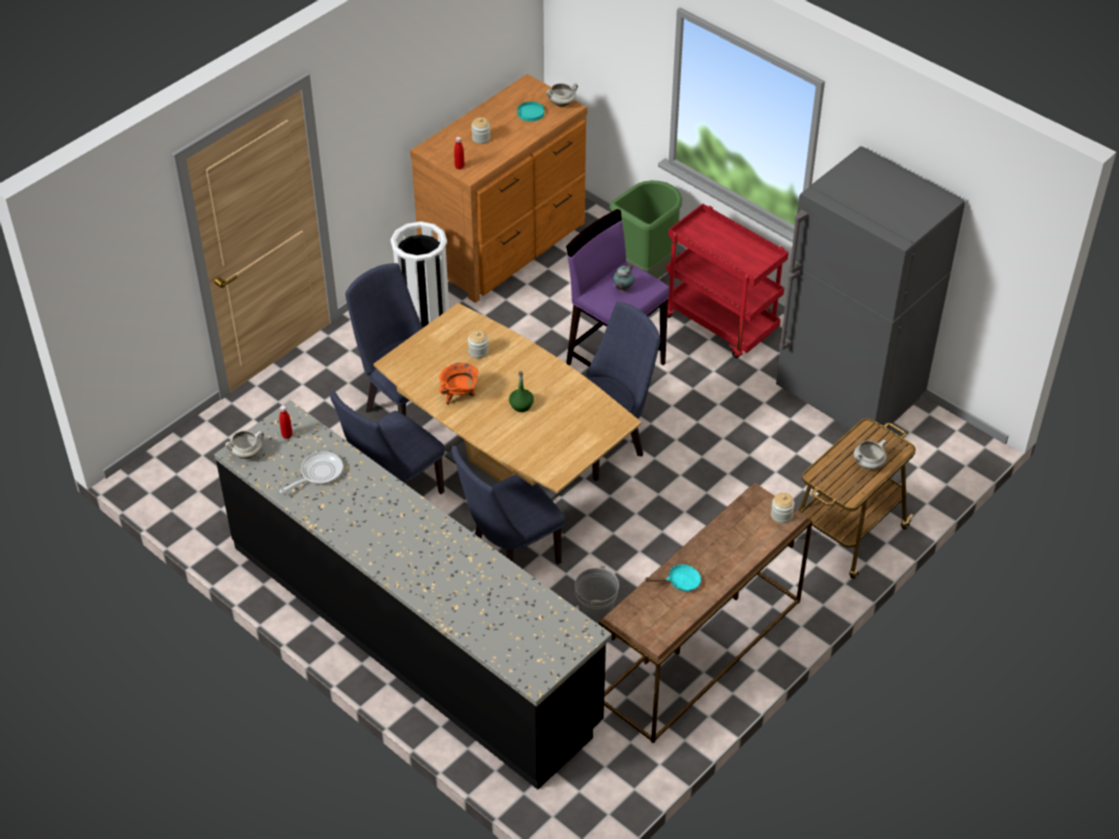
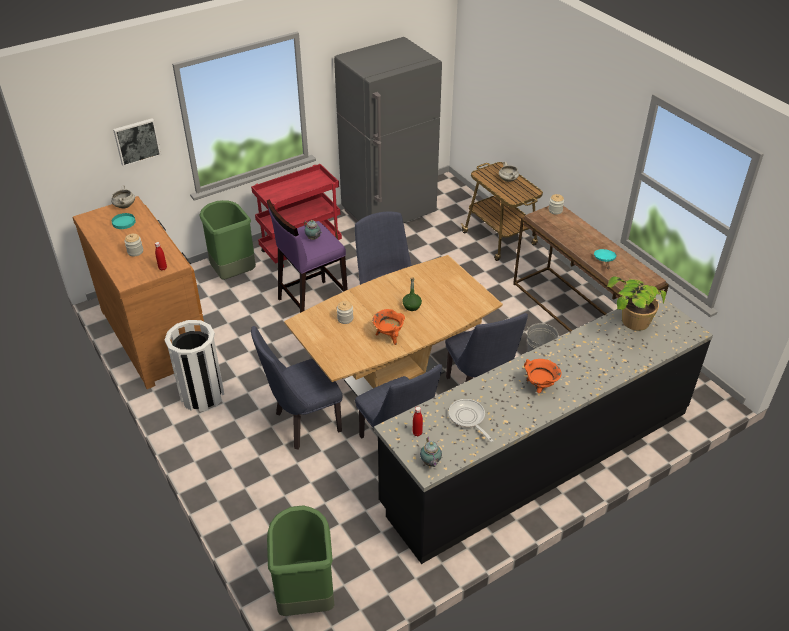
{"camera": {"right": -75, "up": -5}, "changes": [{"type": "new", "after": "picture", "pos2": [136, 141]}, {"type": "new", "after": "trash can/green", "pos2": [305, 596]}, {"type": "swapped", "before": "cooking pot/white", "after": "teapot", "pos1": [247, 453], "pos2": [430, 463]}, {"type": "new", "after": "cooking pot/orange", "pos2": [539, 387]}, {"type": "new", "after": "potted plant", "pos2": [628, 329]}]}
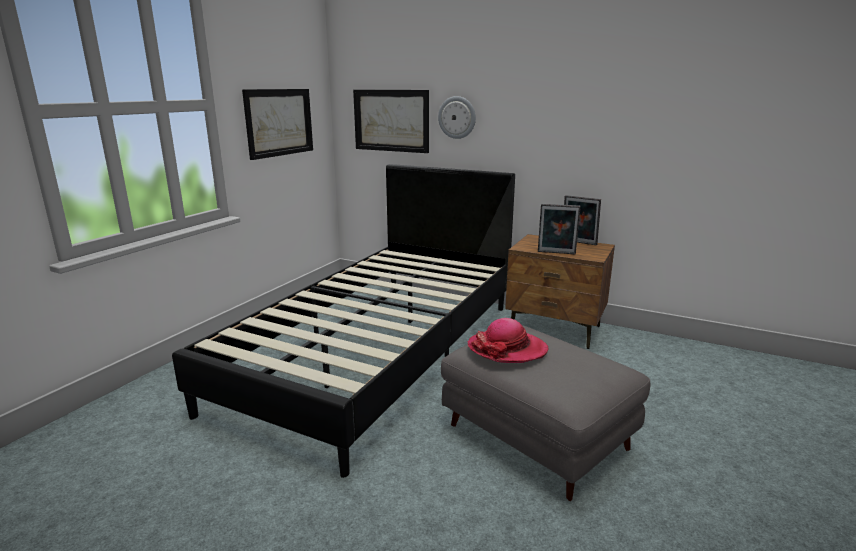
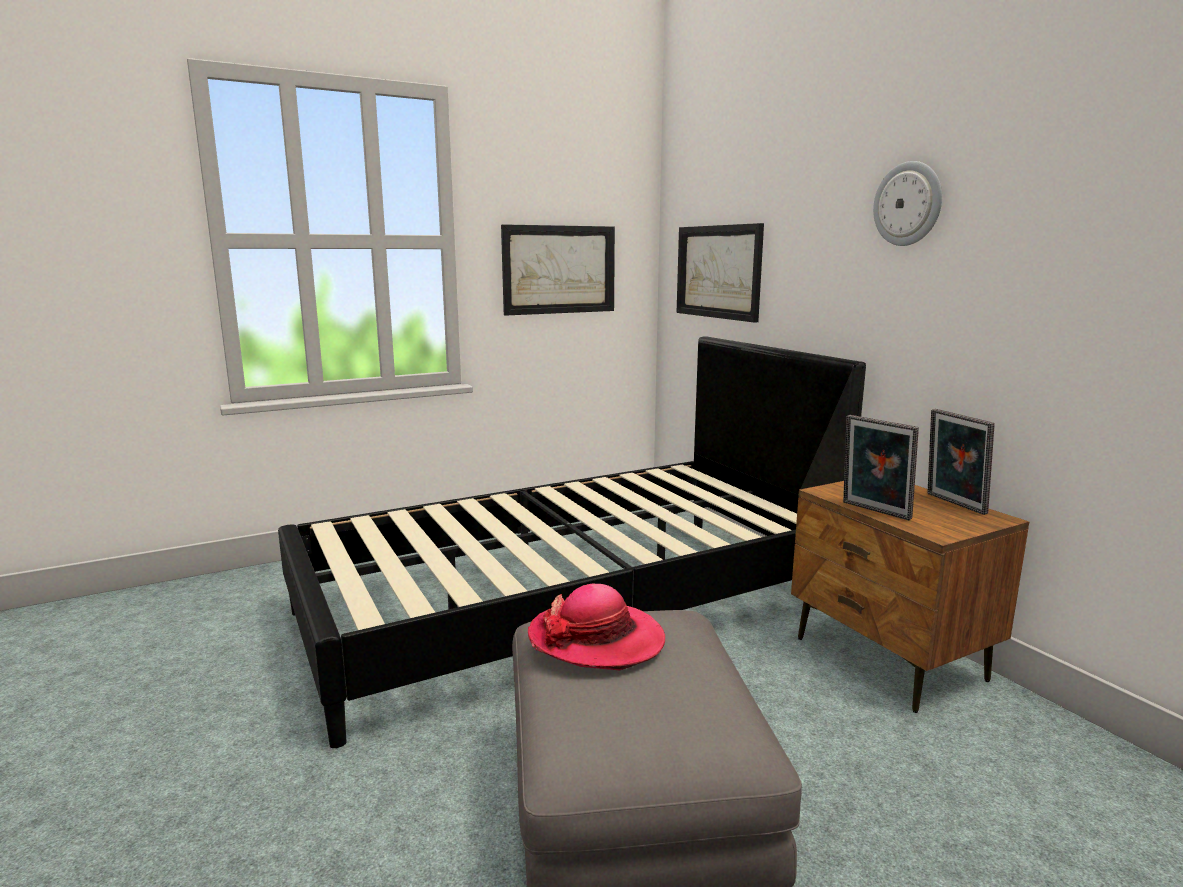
{"camera": {"right": 35, "up": -5}, "changes": [{"type": "shifted", "before": "wall clock", "pos1": [457, 117], "pos2": [908, 204]}]}
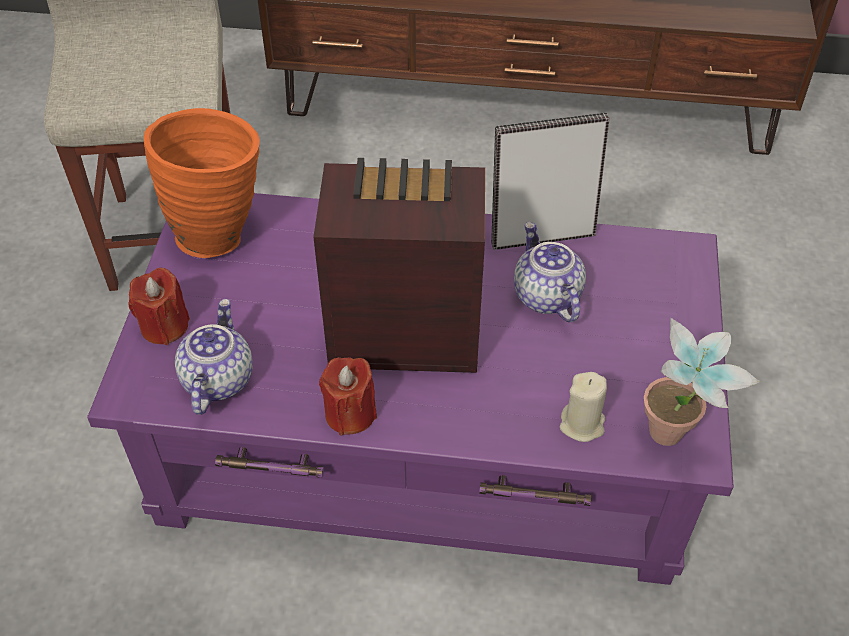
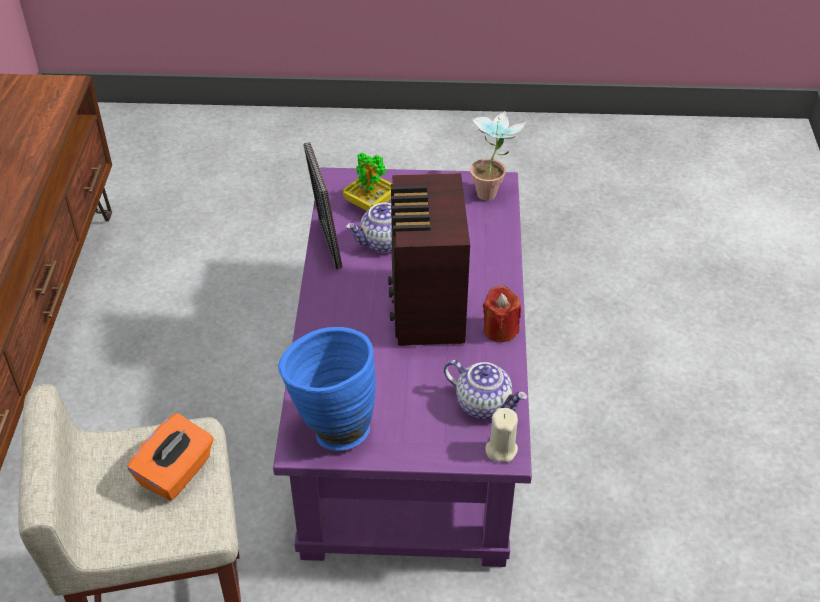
{"camera": {"right": -95, "up": -5}, "changes": [{"type": "new", "after": "tissue box/orange", "pos2": [176, 473]}, {"type": "repainted", "before": "vase/orange", "after": "vase/blue", "pos1": [220, 232], "pos2": [331, 427]}, {"type": "new", "after": "potted plant", "pos2": [370, 204]}, {"type": "rotated", "before": "teapot", "pos1": [217, 379], "pos2": [484, 404], "turn": -150}, {"type": "shifted", "before": "candle/beige", "pos1": [582, 424], "pos2": [501, 449]}, {"type": "gone", "before": "candle/red", "pos1": [164, 326]}]}
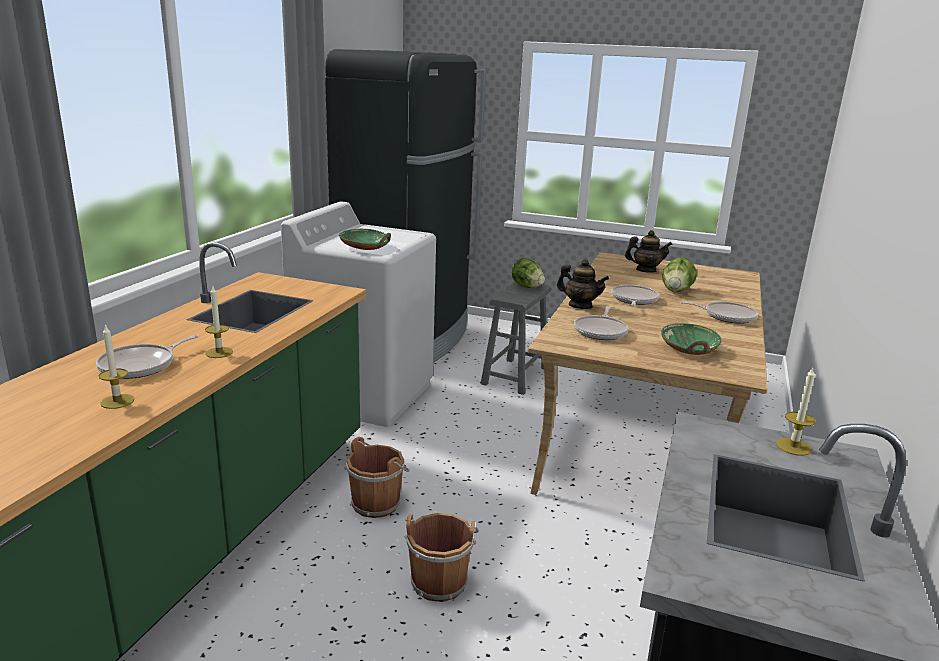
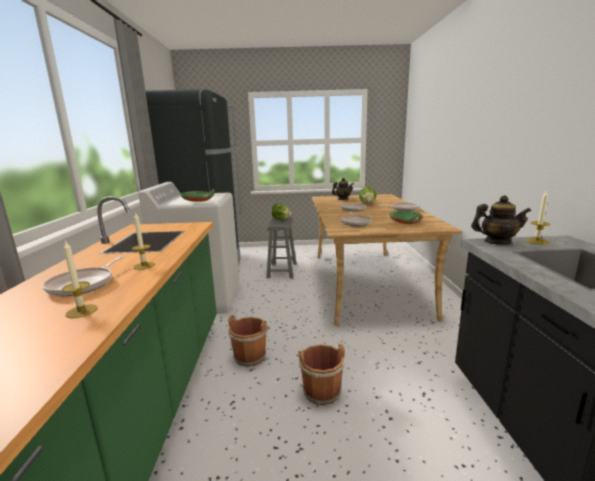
{"camera": {"right": -20, "up": -5}, "changes": [{"type": "shifted", "before": "teapot", "pos1": [580, 306], "pos2": [497, 242]}]}
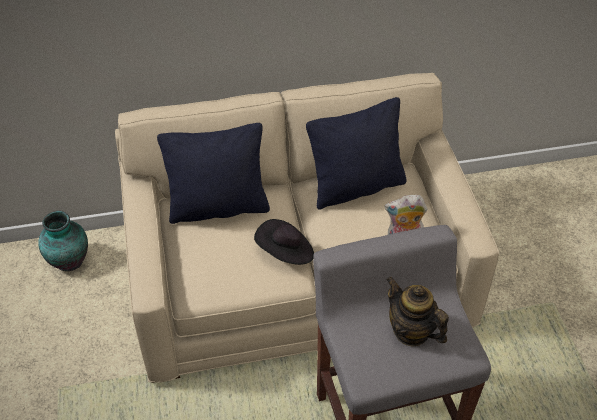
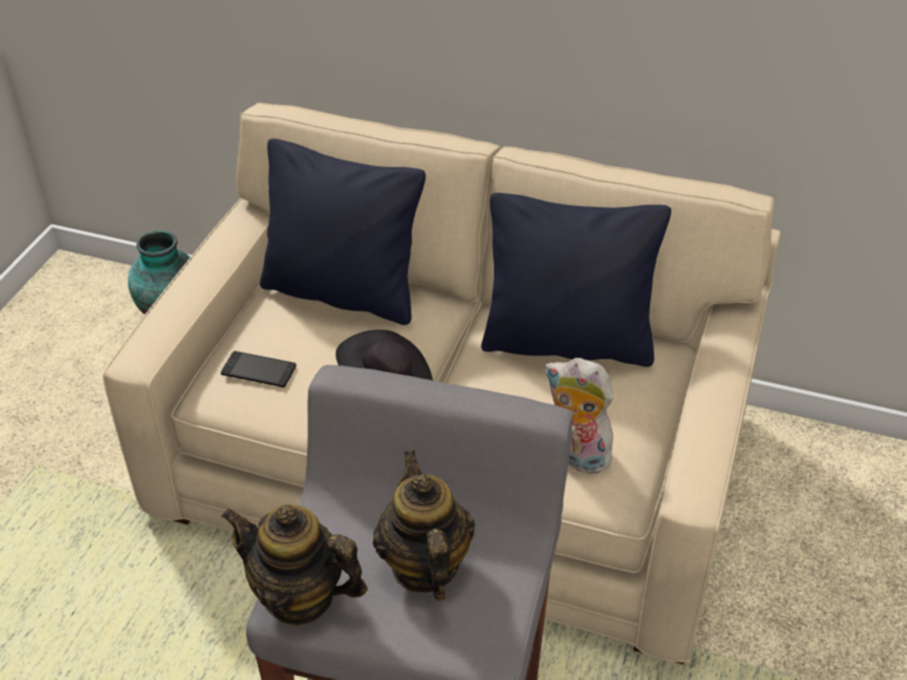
{"camera": {"right": 30, "up": -5}, "changes": [{"type": "new", "after": "phone", "pos2": [258, 370]}, {"type": "new", "after": "teapot", "pos2": [299, 597]}]}
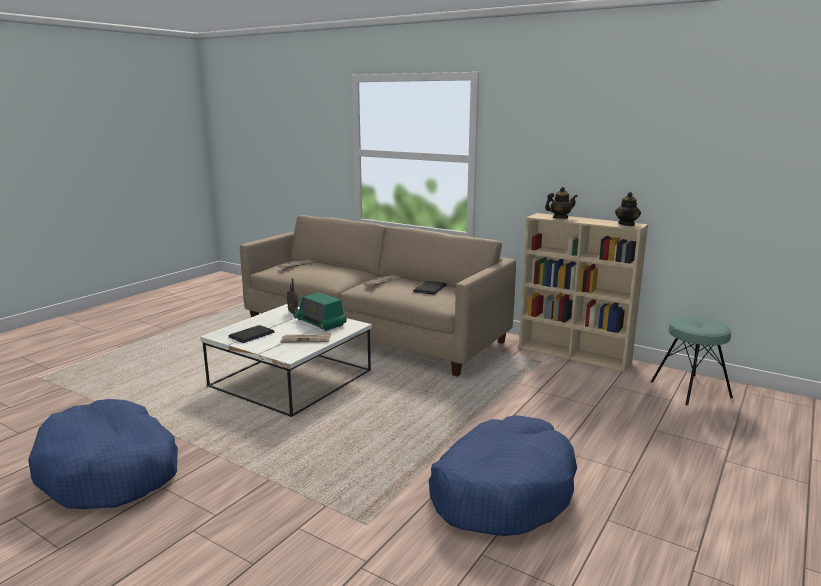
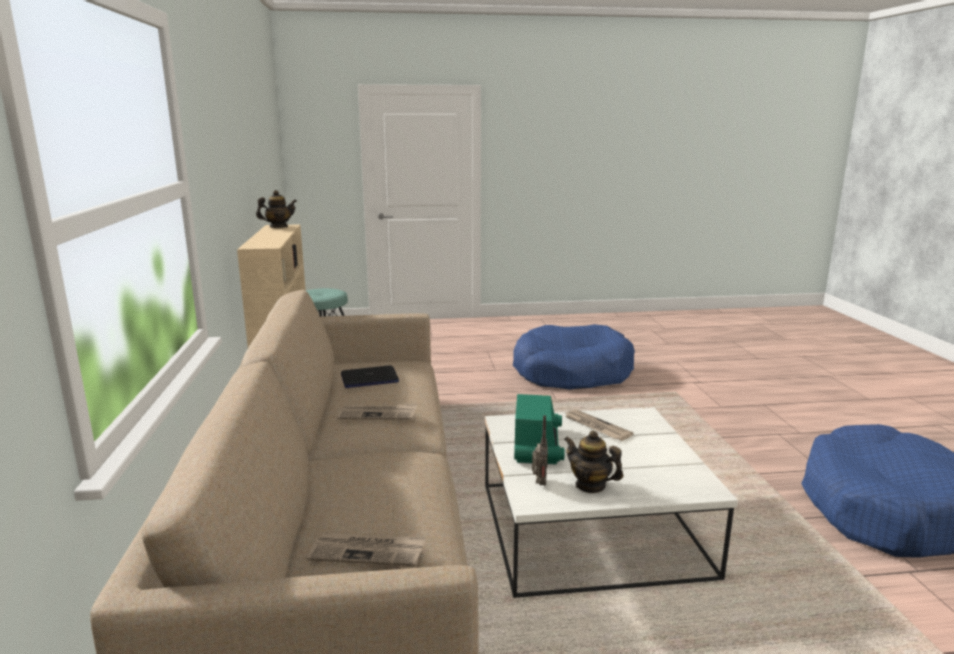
{"camera": {"right": -130, "up": 0}, "changes": [{"type": "shifted", "before": "teapot", "pos1": [560, 218], "pos2": [590, 485]}, {"type": "gone", "before": "laptop", "pos1": [251, 335]}]}
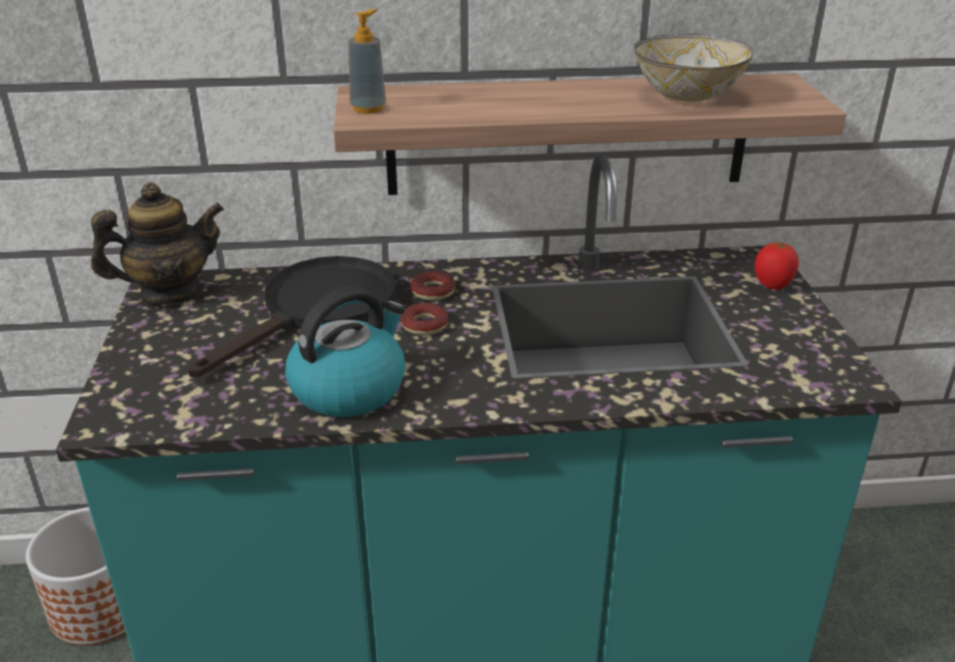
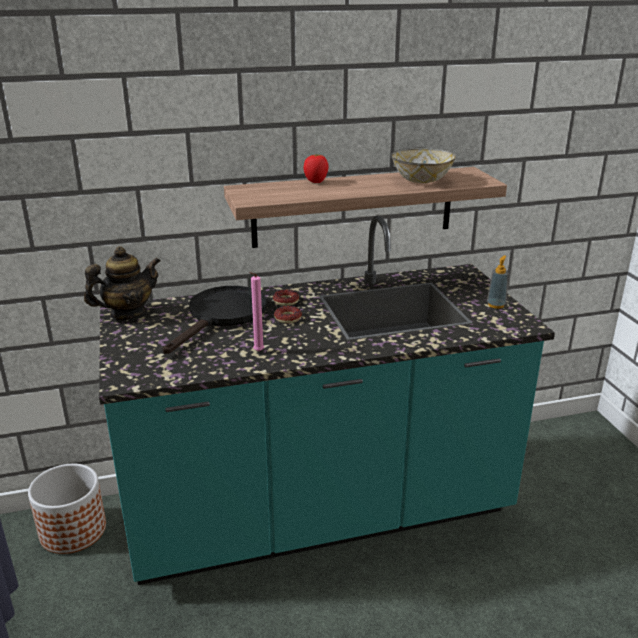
{"camera": {"right": -10, "up": -5}, "changes": [{"type": "swapped", "before": "kettle", "after": "candle/pink", "pos1": [349, 388], "pos2": [257, 352]}, {"type": "shifted", "before": "tomato", "pos1": [772, 286], "pos2": [316, 182]}, {"type": "shifted", "before": "soap dispenser", "pos1": [368, 108], "pos2": [496, 305]}]}
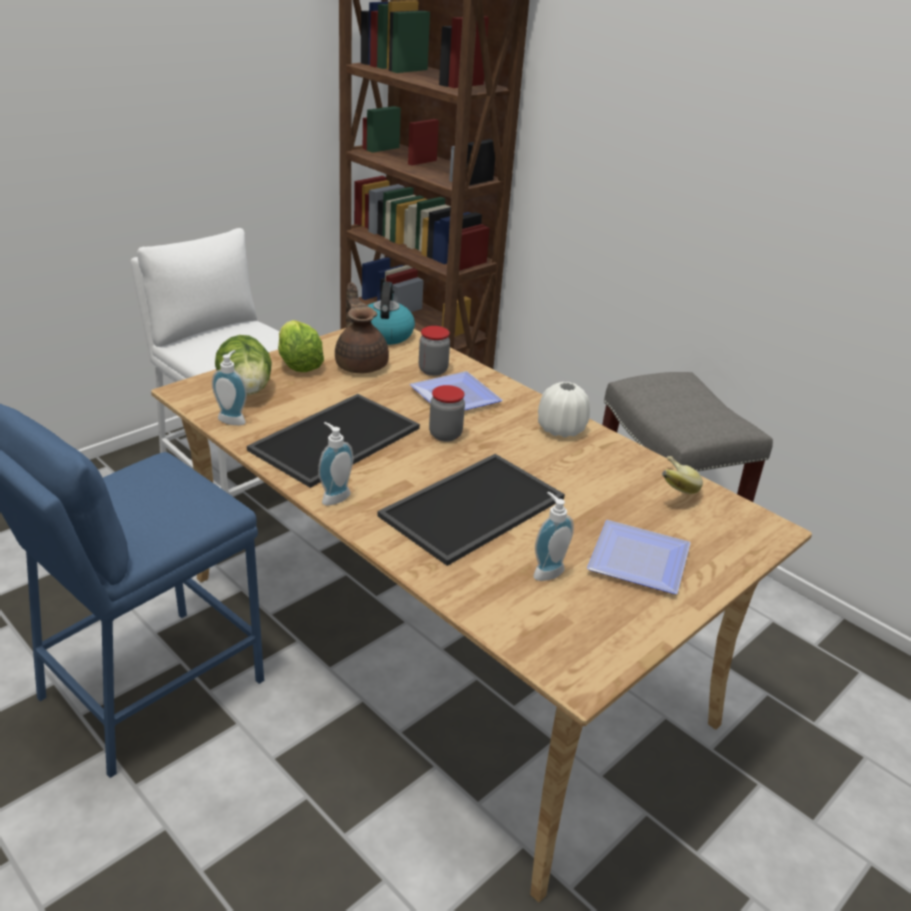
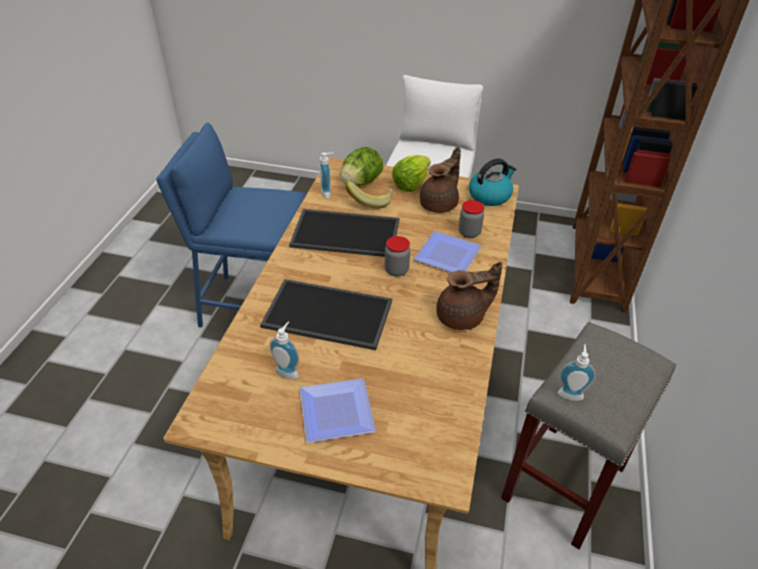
{"camera": {"right": 60, "up": 10}, "changes": [{"type": "shifted", "before": "banana", "pos1": [670, 488], "pos2": [370, 201]}, {"type": "swapped", "before": "vase/white", "after": "teapot/brown", "pos1": [561, 429], "pos2": [462, 317]}, {"type": "shifted", "before": "soap dispenser", "pos1": [333, 496], "pos2": [570, 393]}]}
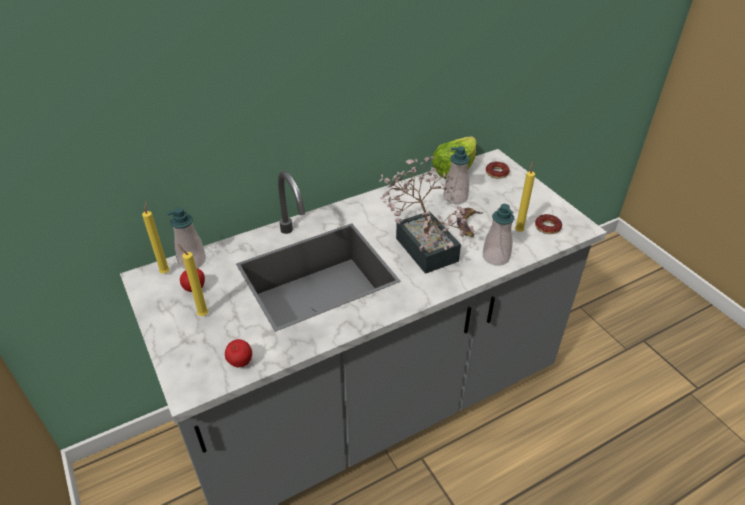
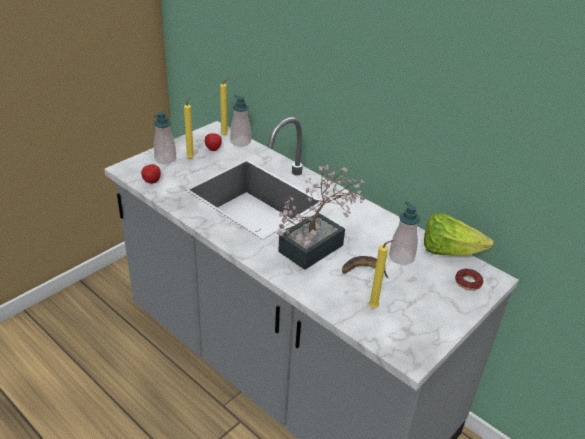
{"camera": {"right": 70, "up": -5}, "changes": [{"type": "shifted", "before": "soap dispenser", "pos1": [496, 257], "pos2": [165, 159]}, {"type": "gone", "before": "donut", "pos1": [547, 227]}]}
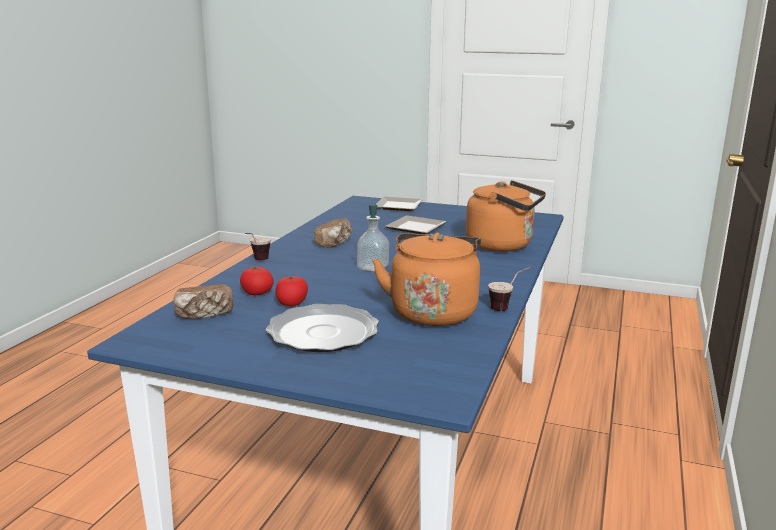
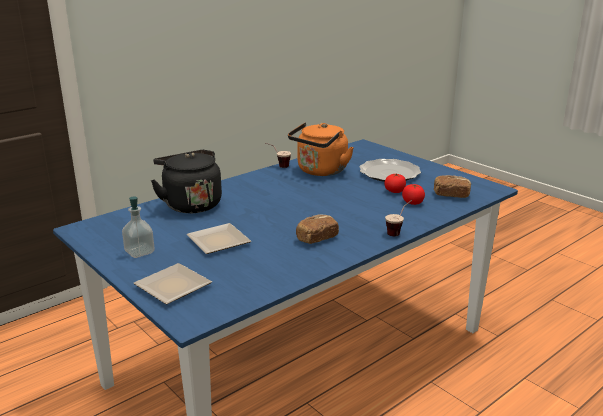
{"camera": {"right": -150, "up": 5}, "changes": [{"type": "shifted", "before": "soap dispenser", "pos1": [373, 268], "pos2": [139, 252]}, {"type": "repainted", "before": "kettle/orange", "after": "kettle/black", "pos1": [503, 245], "pos2": [190, 204]}]}
